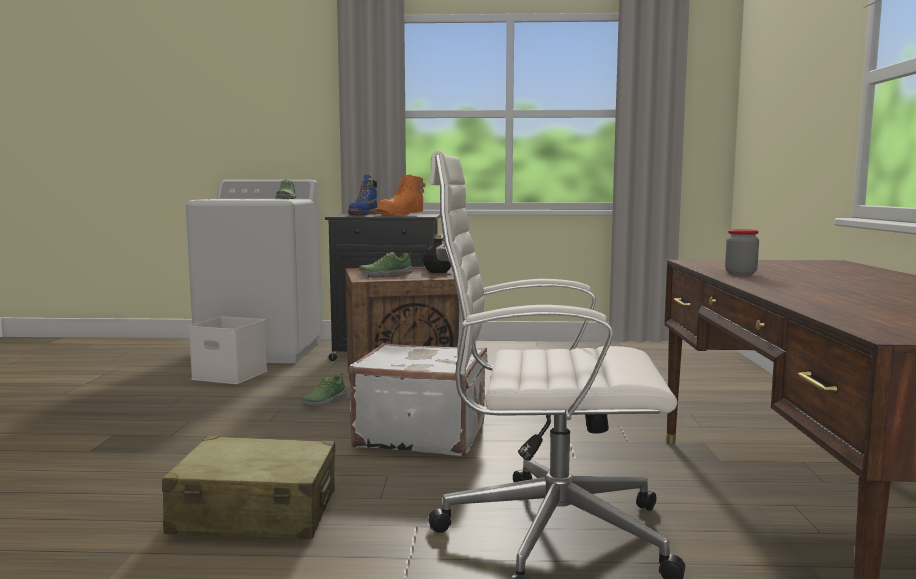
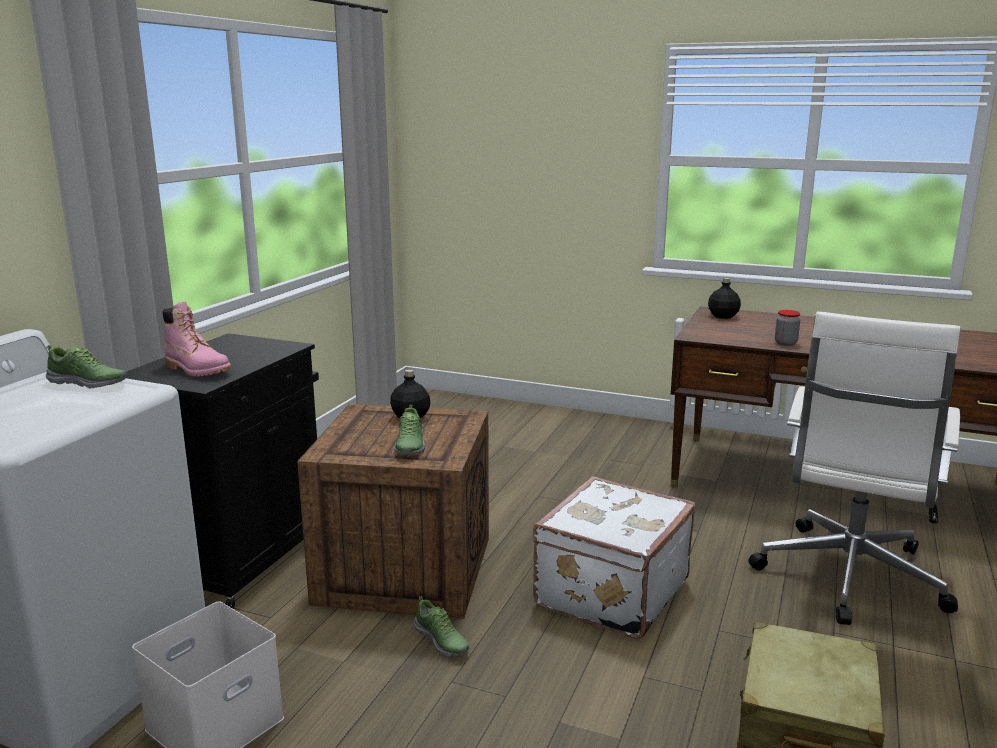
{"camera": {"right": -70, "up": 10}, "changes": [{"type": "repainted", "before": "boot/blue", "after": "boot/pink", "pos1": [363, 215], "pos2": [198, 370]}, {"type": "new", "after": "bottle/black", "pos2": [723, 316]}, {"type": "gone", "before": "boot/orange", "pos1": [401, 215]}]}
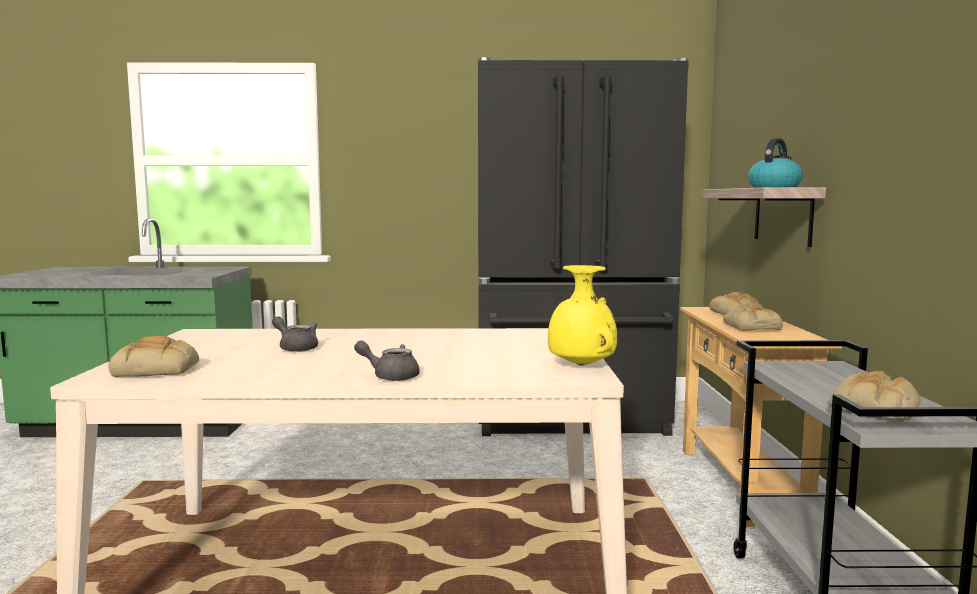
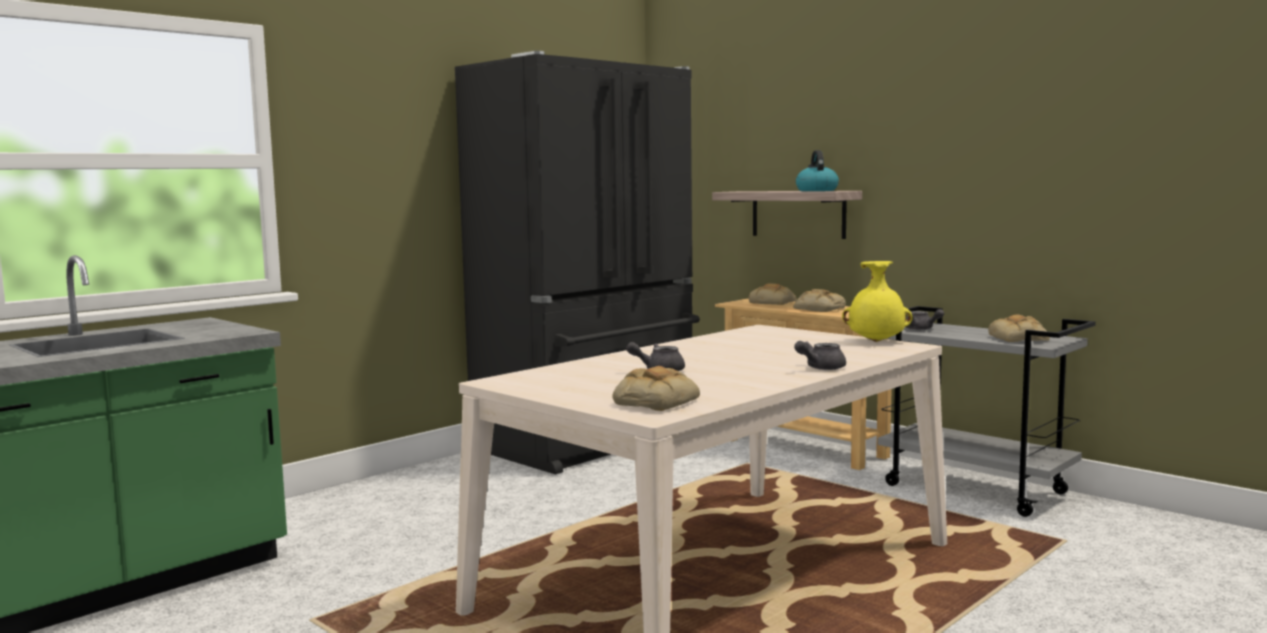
{"camera": {"right": -45, "up": 0}, "changes": [{"type": "new", "after": "teapot/grey", "pos2": [921, 329]}]}
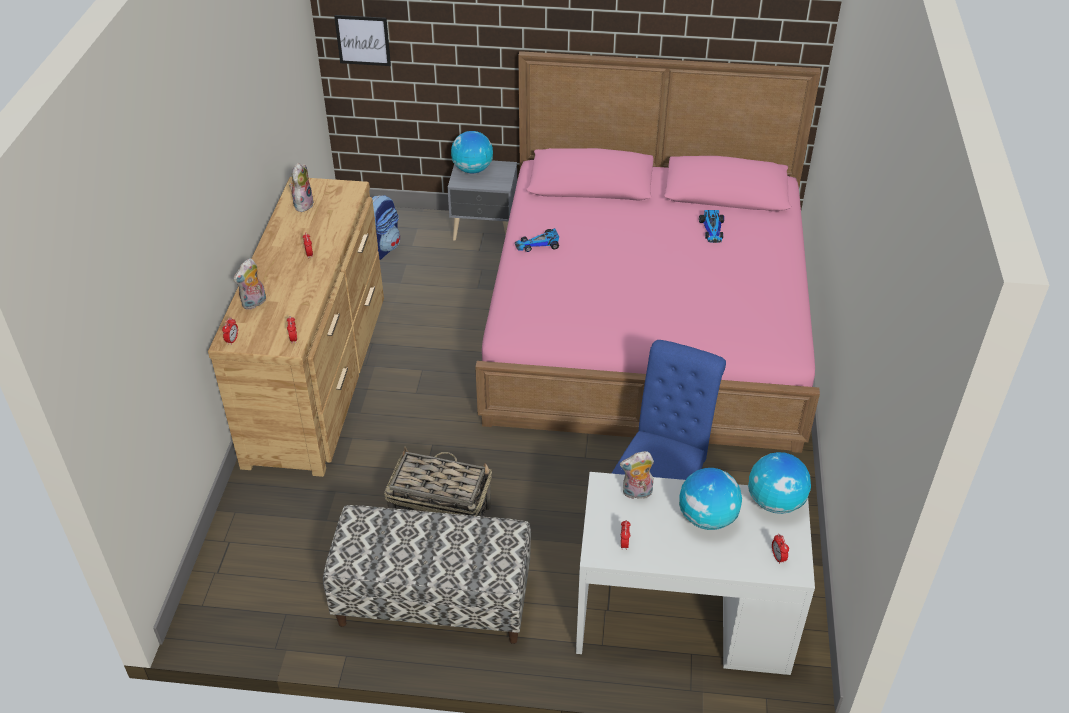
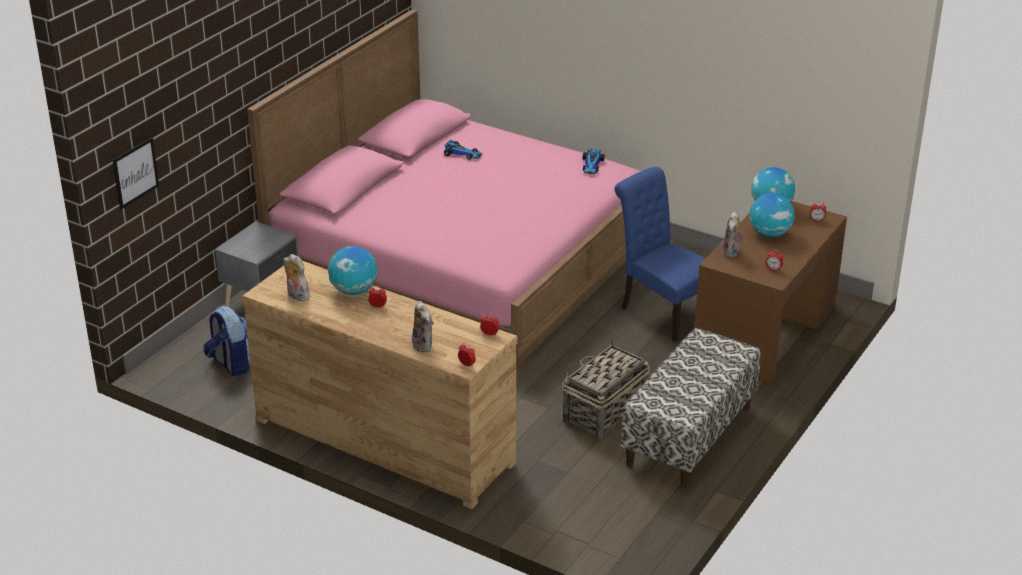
{"camera": {"right": -65, "up": -10}, "changes": [{"type": "shifted", "before": "globe", "pos1": [472, 169], "pos2": [353, 291]}, {"type": "shifted", "before": "toy car", "pos1": [538, 245], "pos2": [592, 165]}, {"type": "repainted", "before": "desk/white", "after": "desk/brown", "pos1": [683, 615], "pos2": [765, 331]}]}
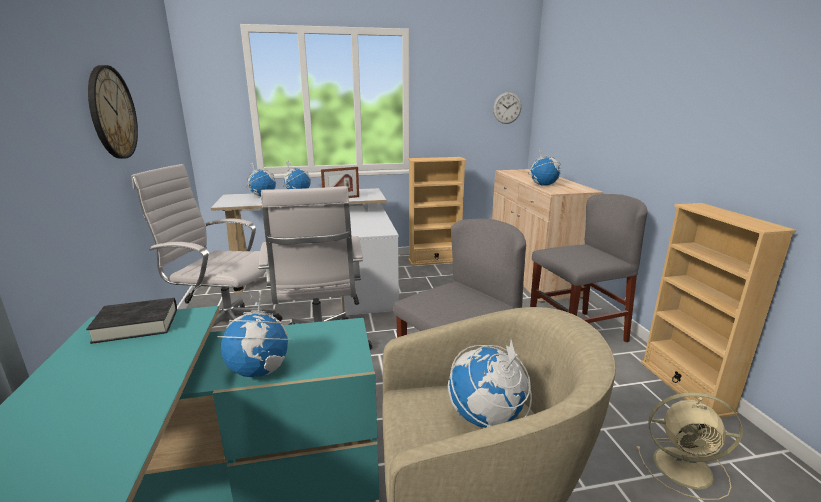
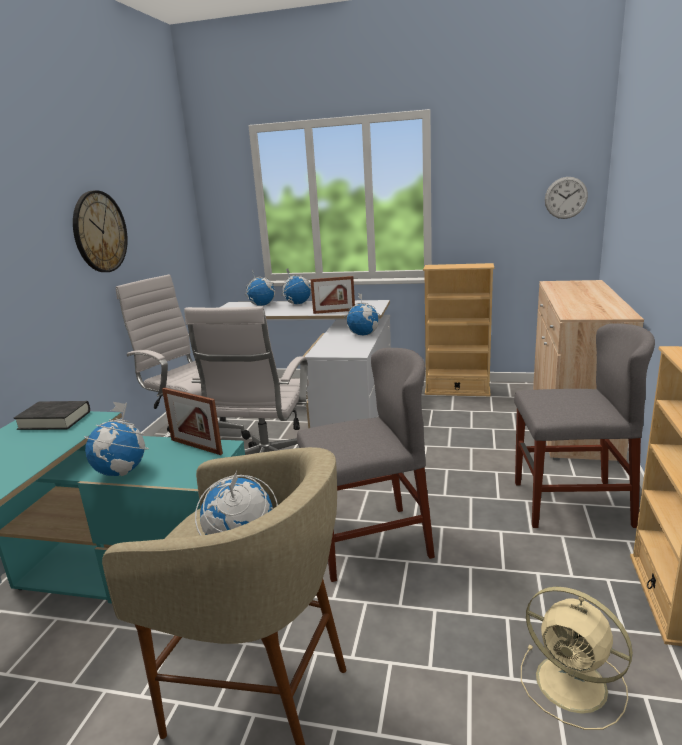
{"camera": {"right": 25, "up": 0}, "changes": [{"type": "new", "after": "picture frame", "pos2": [196, 446]}, {"type": "shifted", "before": "globe", "pos1": [543, 185], "pos2": [363, 334]}]}
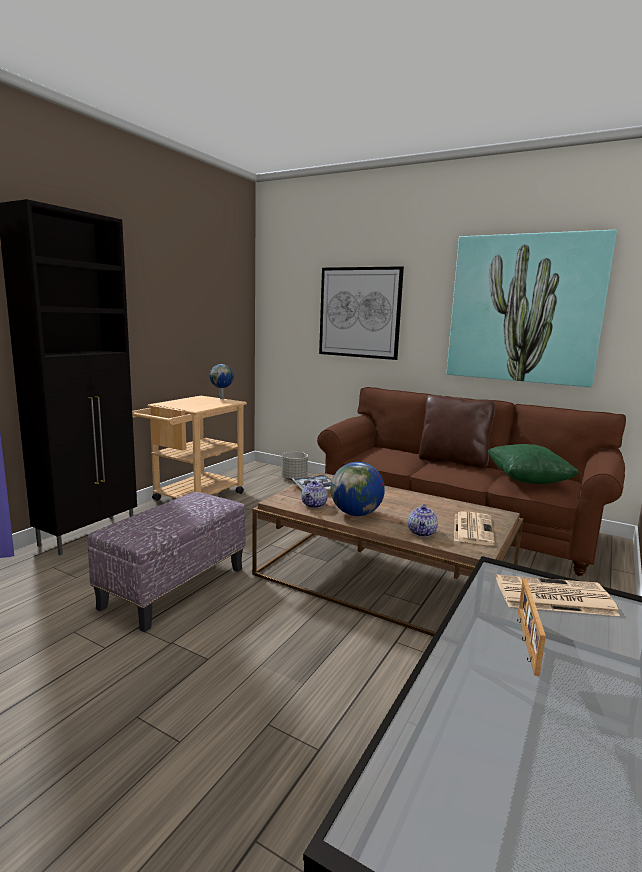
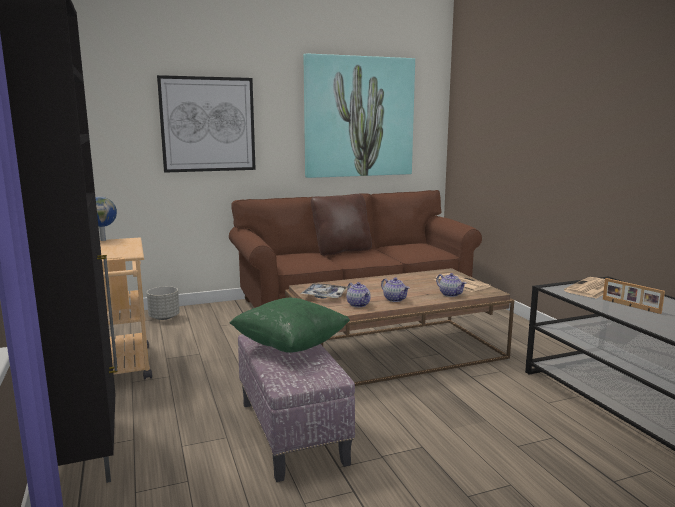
{"camera": {"right": -50, "up": 0}, "changes": [{"type": "shifted", "before": "pillow/green", "pos1": [527, 480], "pos2": [290, 346]}, {"type": "swapped", "before": "globe", "after": "teapot", "pos1": [356, 514], "pos2": [395, 299]}]}
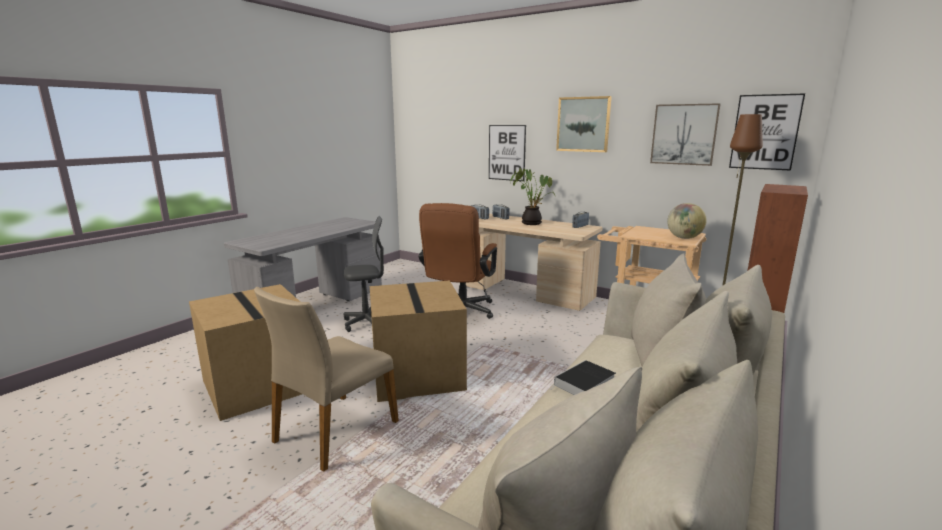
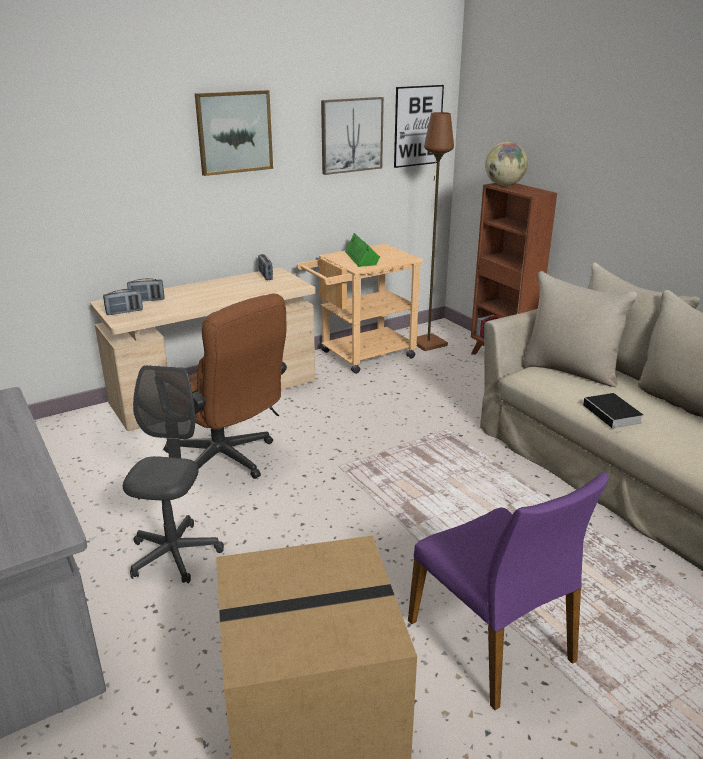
{"camera": {"right": -65, "up": 10}, "changes": [{"type": "new", "after": "speaker/green", "pos2": [362, 258]}, {"type": "repainted", "before": "chair/beige", "after": "chair/purple", "pos1": [334, 431], "pos2": [493, 641]}, {"type": "shifted", "before": "globe", "pos1": [684, 238], "pos2": [504, 185]}, {"type": "gone", "before": "cardboard box", "pos1": [416, 373]}, {"type": "gone", "before": "picture", "pos1": [507, 152]}, {"type": "gone", "before": "potted plant", "pos1": [532, 223]}]}
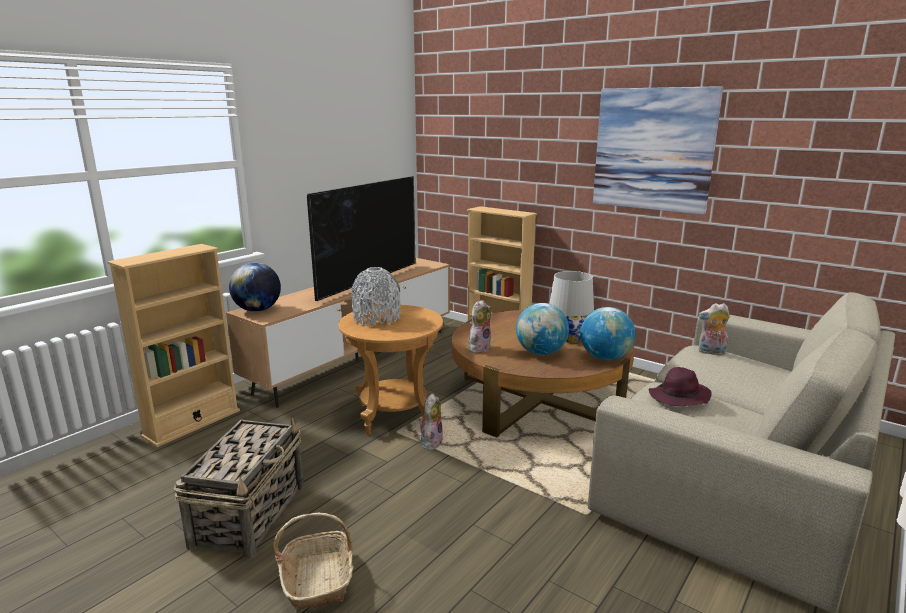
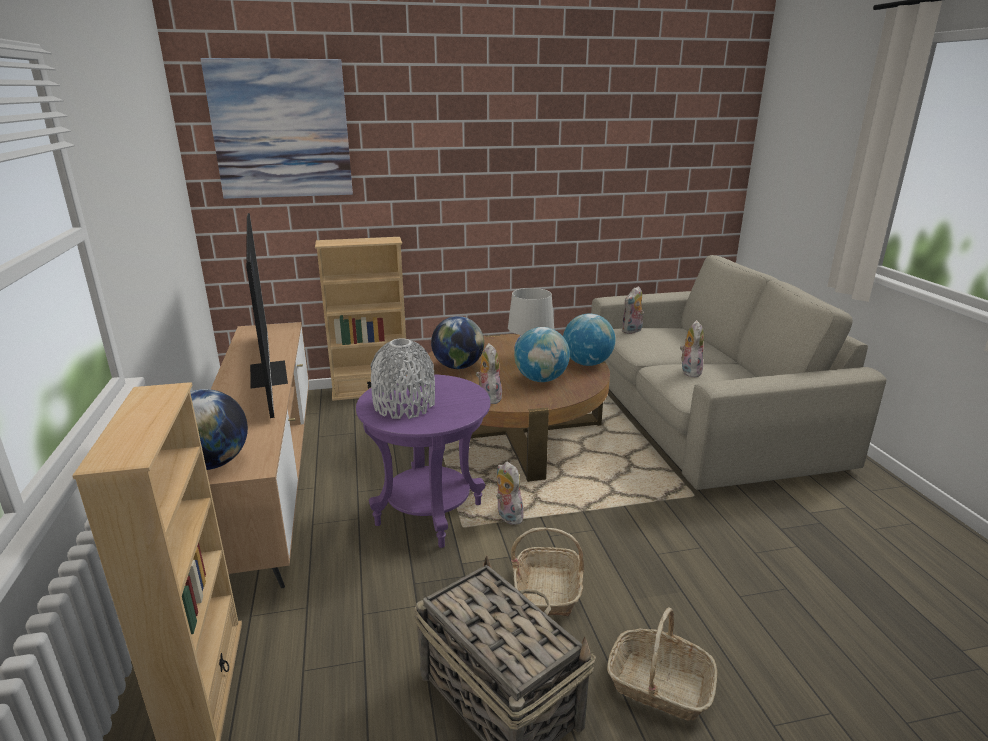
{"camera": {"right": -50, "up": 5}, "changes": [{"type": "shifted", "before": "picture", "pos1": [653, 149], "pos2": [281, 130]}, {"type": "repainted", "before": "side table/brown", "after": "side table/purple", "pos1": [394, 415], "pos2": [429, 514]}, {"type": "new", "after": "globe", "pos2": [458, 367]}, {"type": "new", "after": "basket", "pos2": [547, 590]}, {"type": "swapped", "before": "hat/purple", "after": "plush toy", "pos1": [679, 397], "pos2": [689, 371]}]}
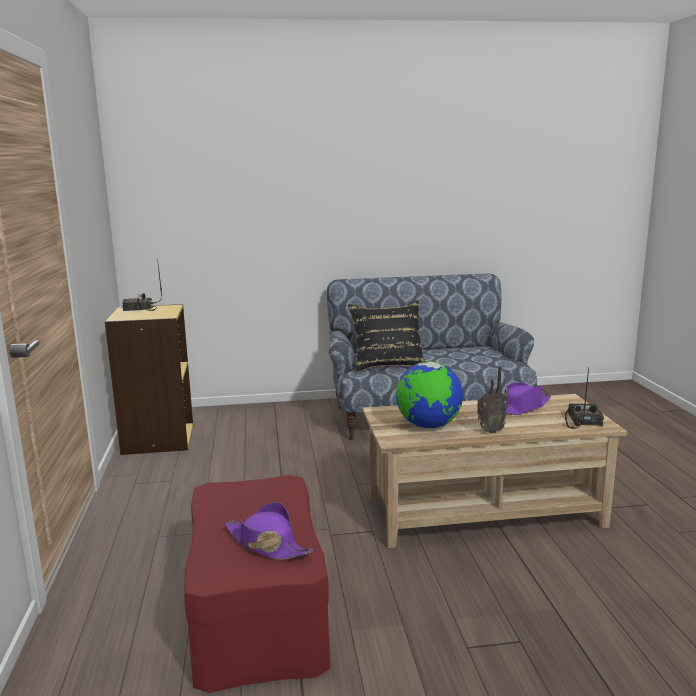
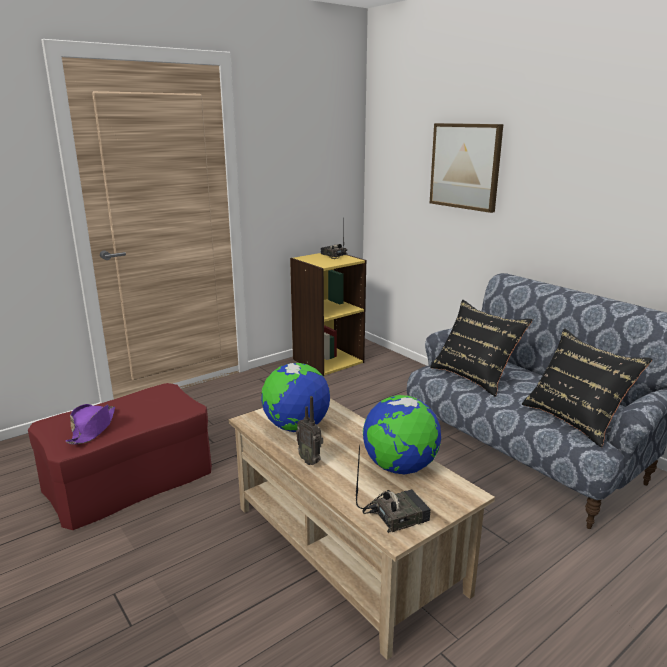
{"camera": {"right": 60, "up": 5}, "changes": [{"type": "swapped", "before": "hat/purple", "after": "globe", "pos1": [523, 407], "pos2": [399, 468]}, {"type": "new", "after": "picture", "pos2": [465, 166]}, {"type": "new", "after": "pillow/black", "pos2": [575, 419]}]}
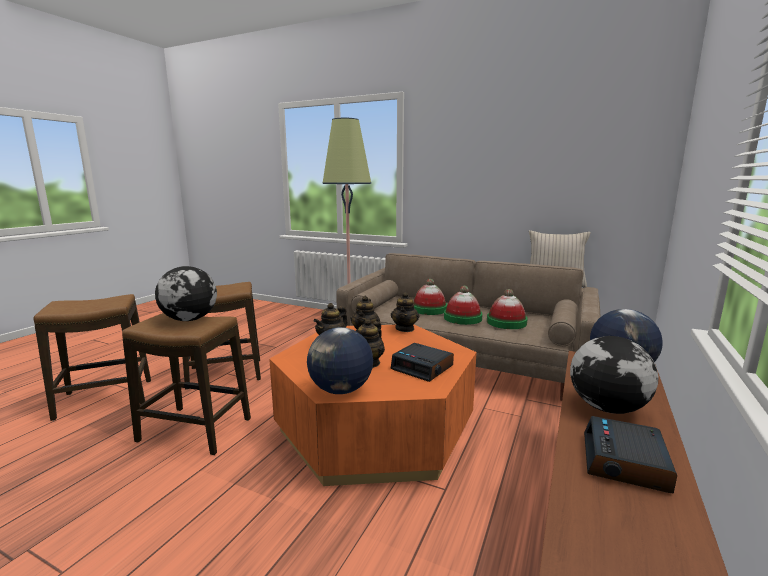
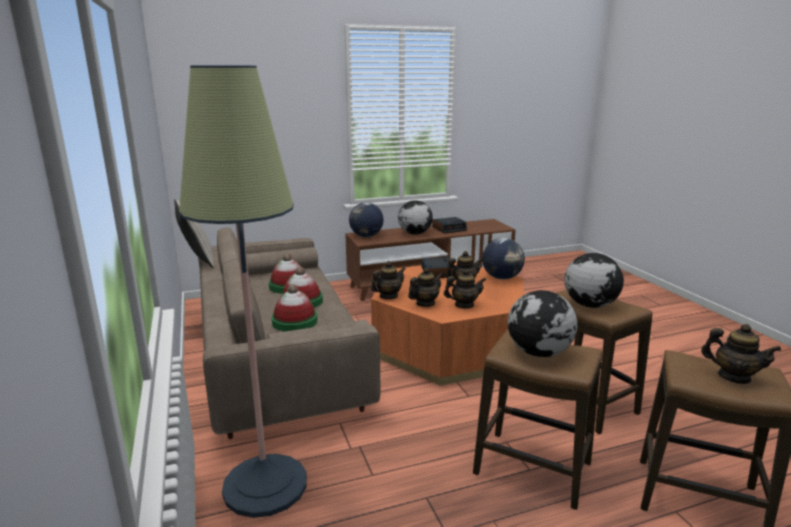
{"camera": {"right": -135, "up": 5}, "changes": [{"type": "new", "after": "globe", "pos2": [539, 353]}, {"type": "new", "after": "teapot", "pos2": [733, 377]}]}
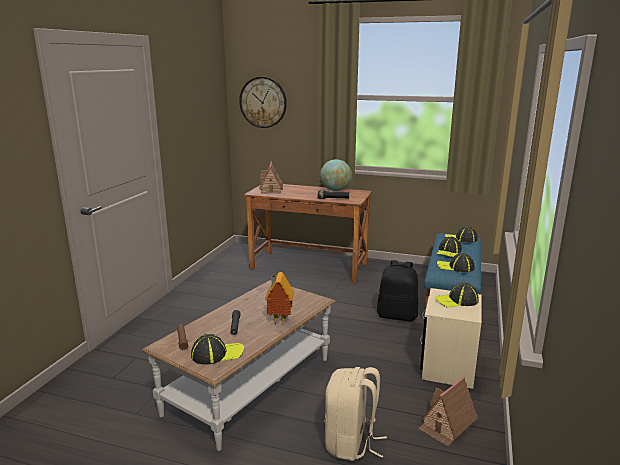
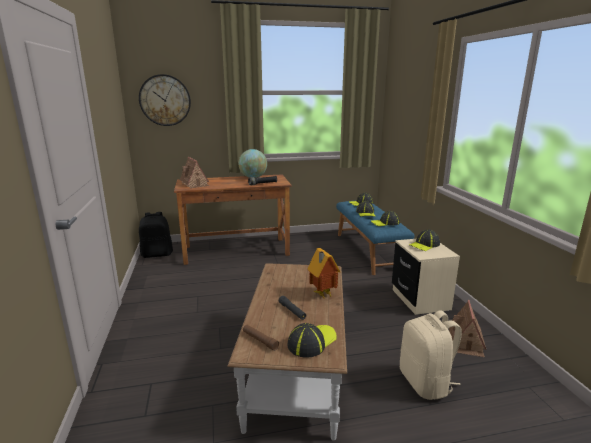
{"camera": {"right": -30, "up": 0}, "changes": [{"type": "shifted", "before": "backpack/black", "pos1": [397, 315], "pos2": [157, 254]}]}
